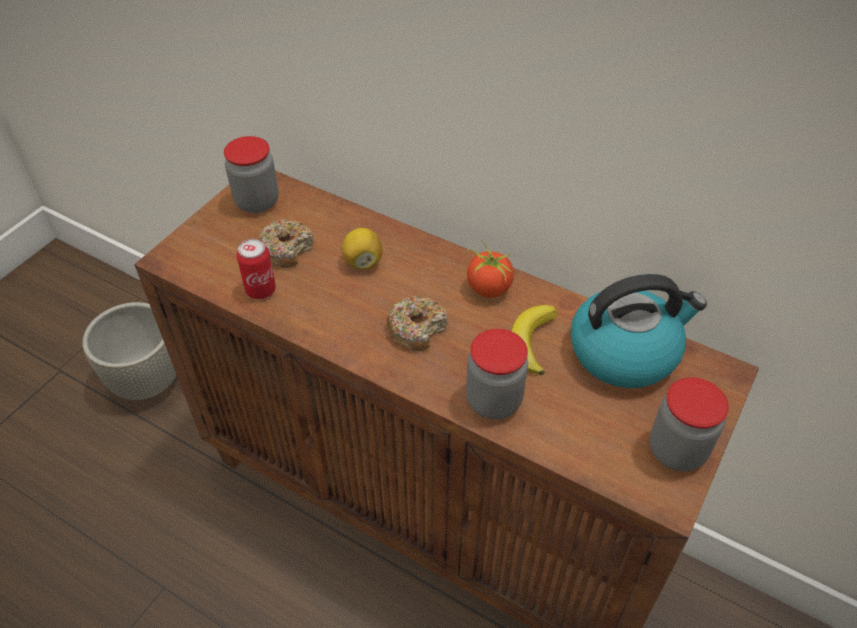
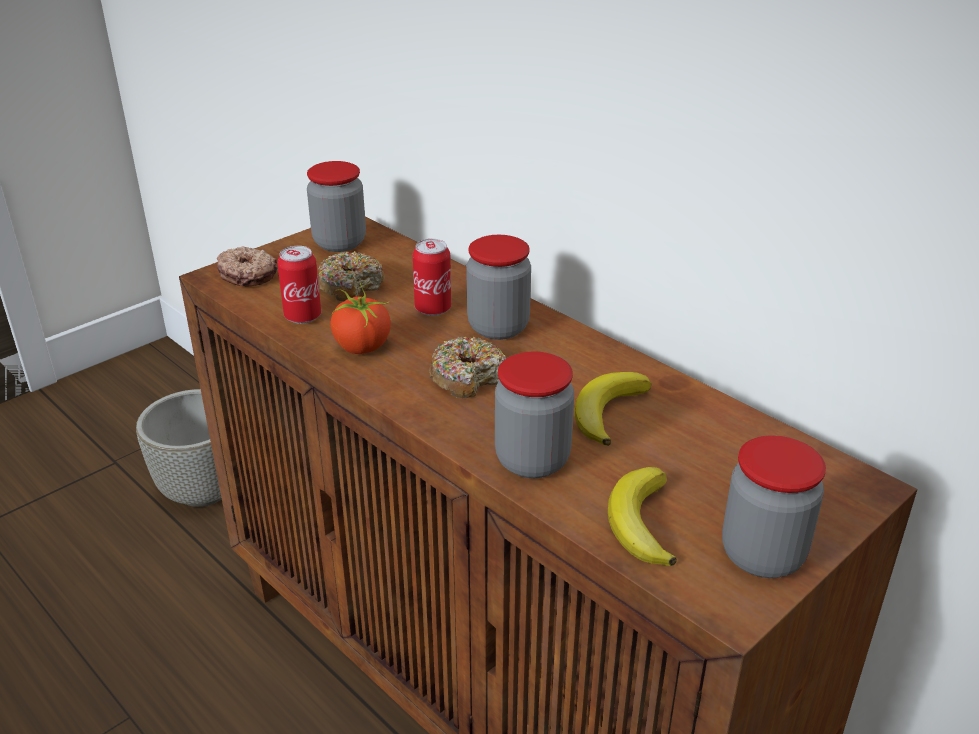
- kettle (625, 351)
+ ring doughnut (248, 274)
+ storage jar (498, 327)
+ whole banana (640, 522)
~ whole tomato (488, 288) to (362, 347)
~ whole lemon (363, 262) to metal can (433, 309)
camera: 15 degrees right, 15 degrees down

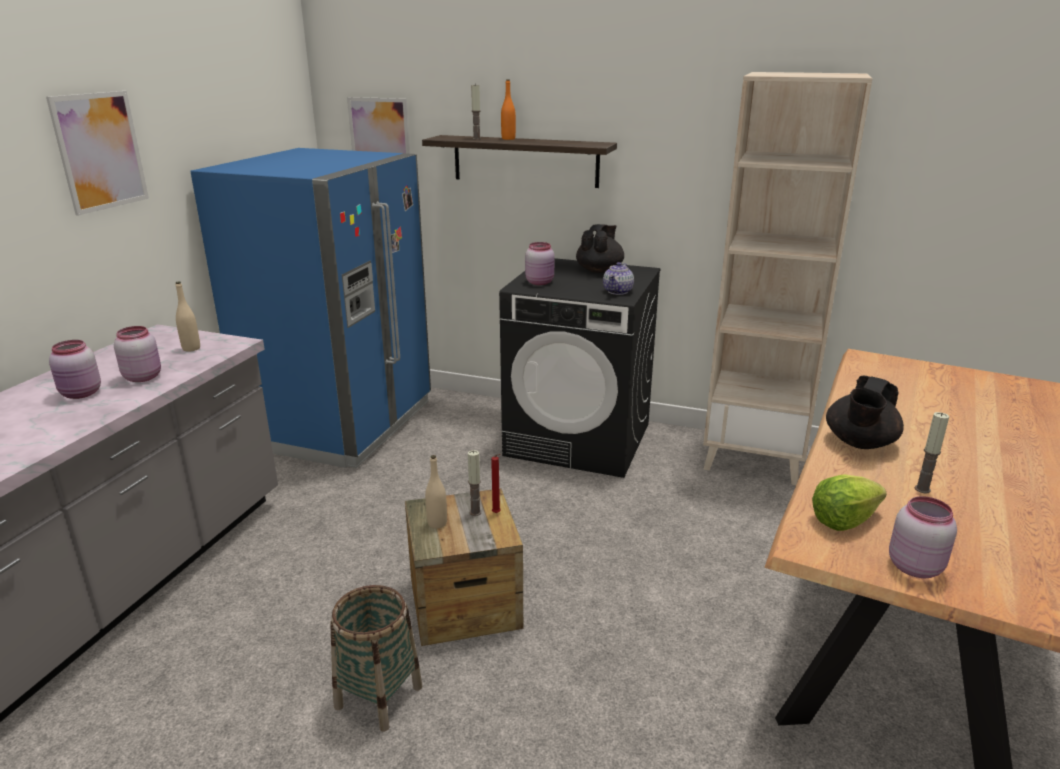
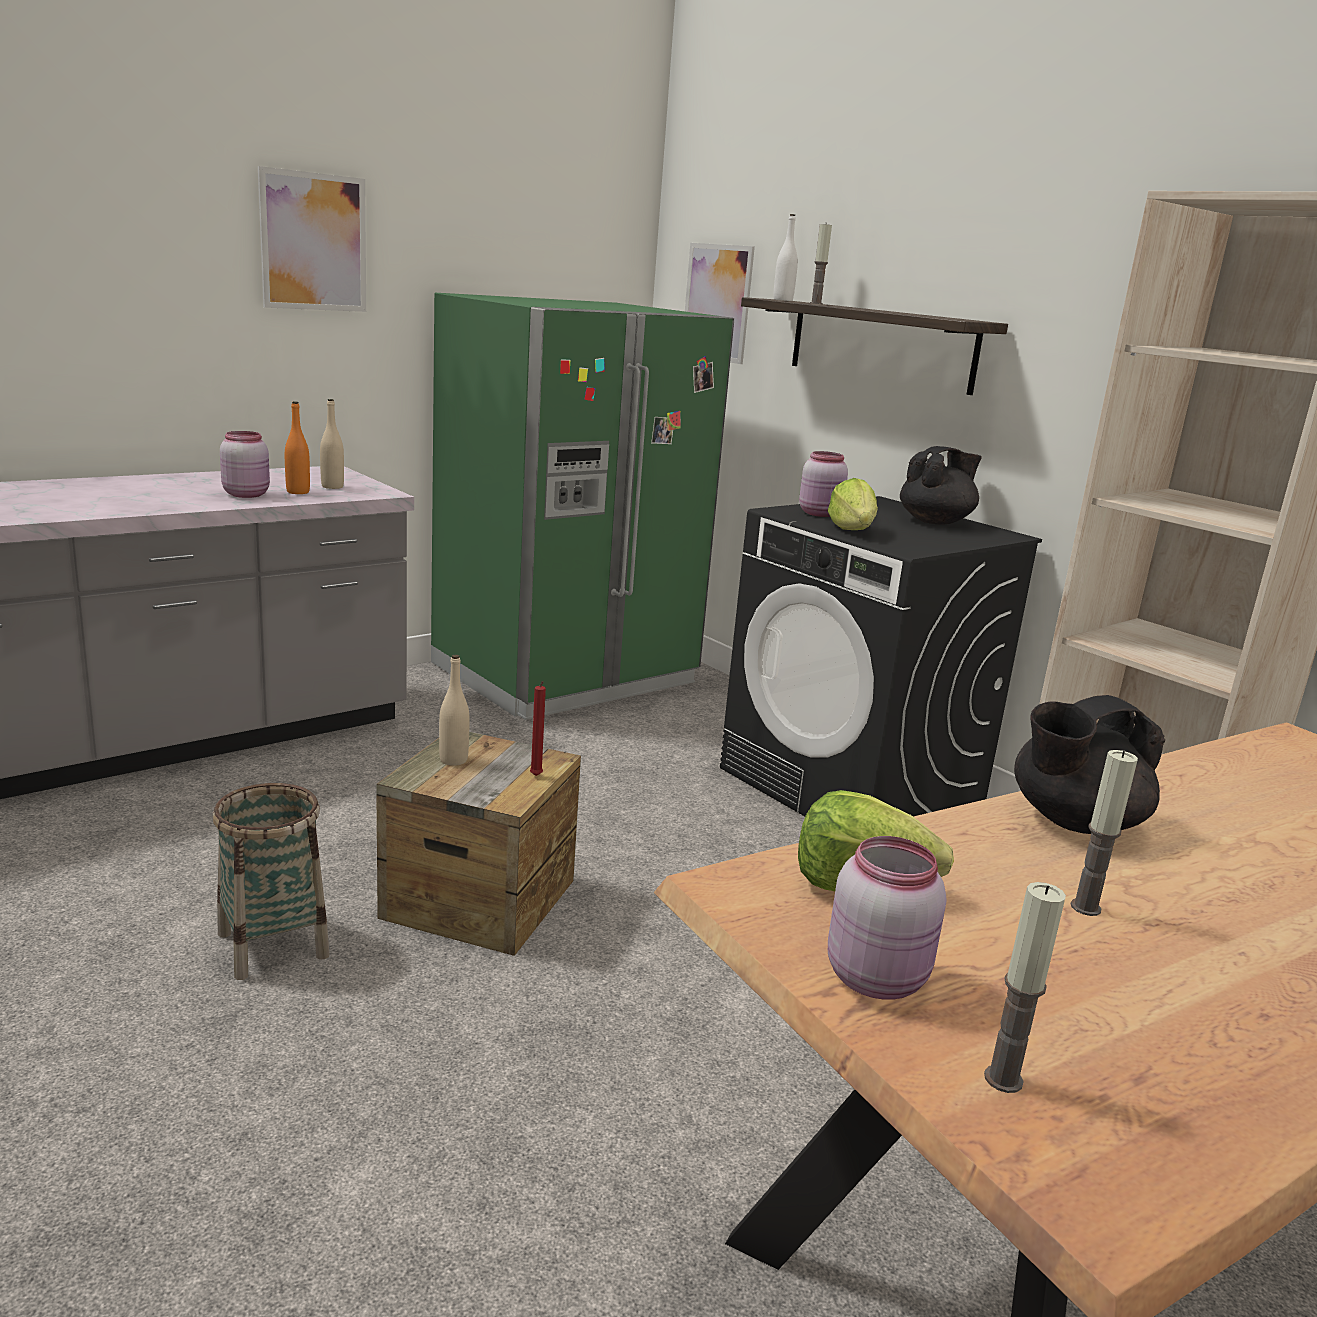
- pink-coloured storage jar (81, 394)
- pot for tea (618, 291)
+ whitish drink bottle (783, 300)
+ head of lettuce (852, 530)
~ wax candle (475, 512) to (1003, 1079)
~ orange-coloured drink bottle (508, 139) to (298, 492)
~ blue kitchen fridge (342, 424) to green kitchen fridge (565, 675)
camera: 30 degrees right, 5 degrees down

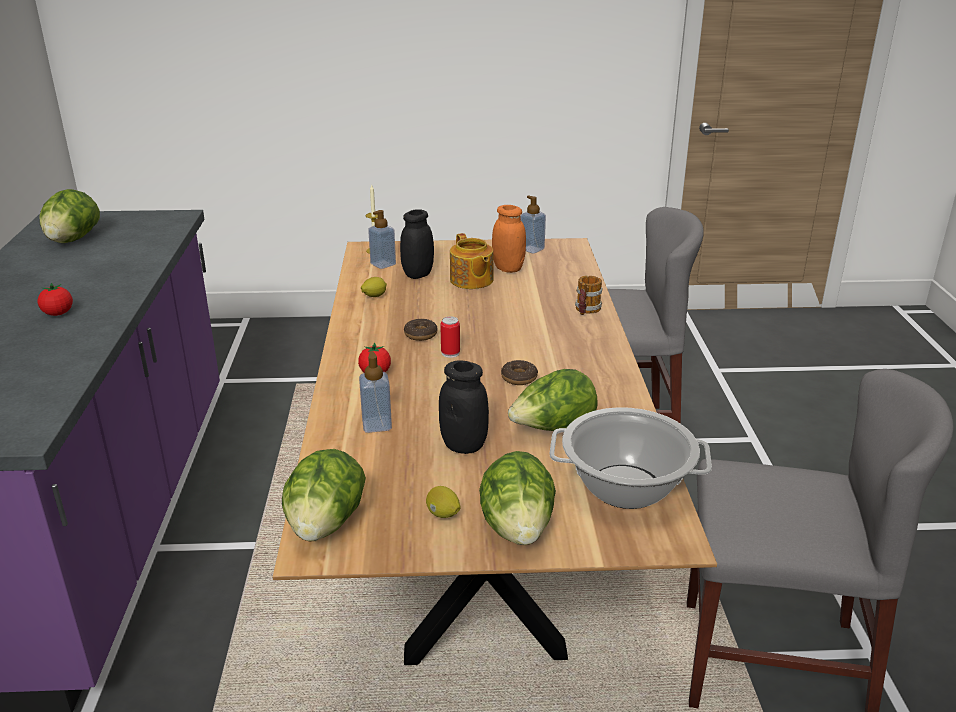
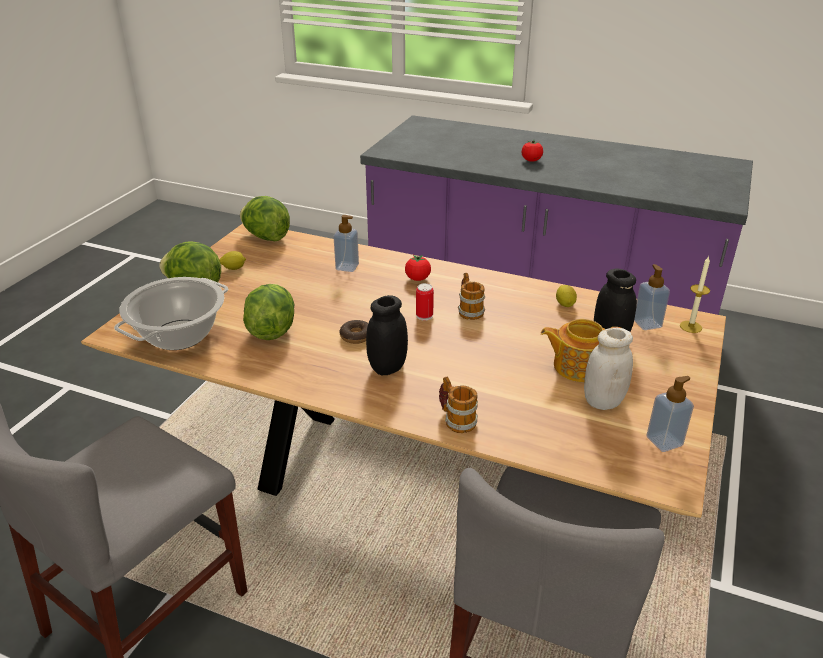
- head of lettuce (73, 240)
~ black-coloured storage jar (464, 445) to (387, 367)
~ ring doughnut (420, 334) to coffee mug (469, 310)
~ orange-coloured storage jar (508, 268) to whitish storage jar (603, 401)
camera: 115 degrees right, 5 degrees up

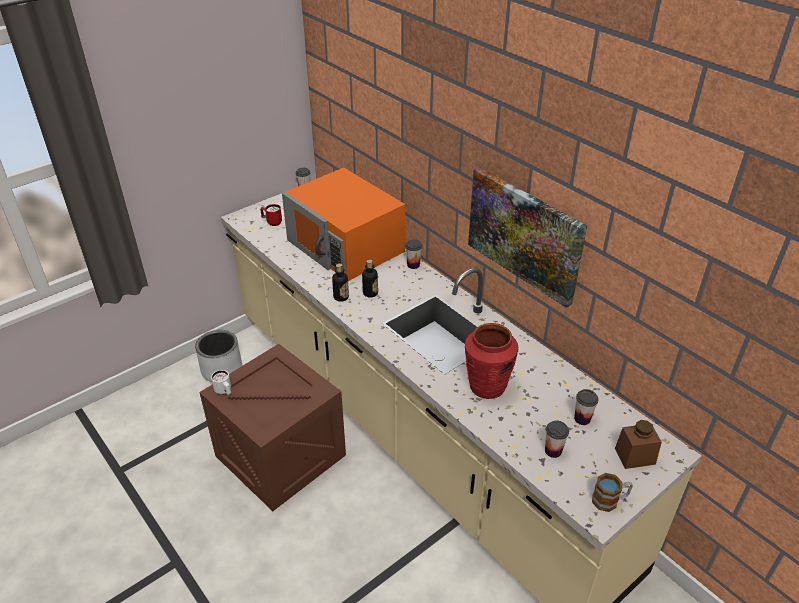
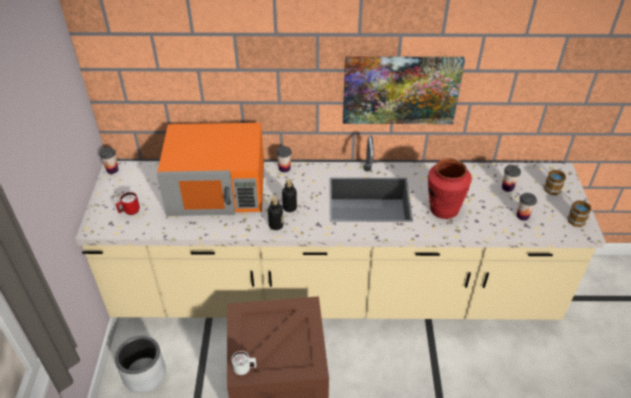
~ brown-coloured storage jar (634, 456) to coffee mug (553, 187)
camera: 50 degrees left, 5 degrees up

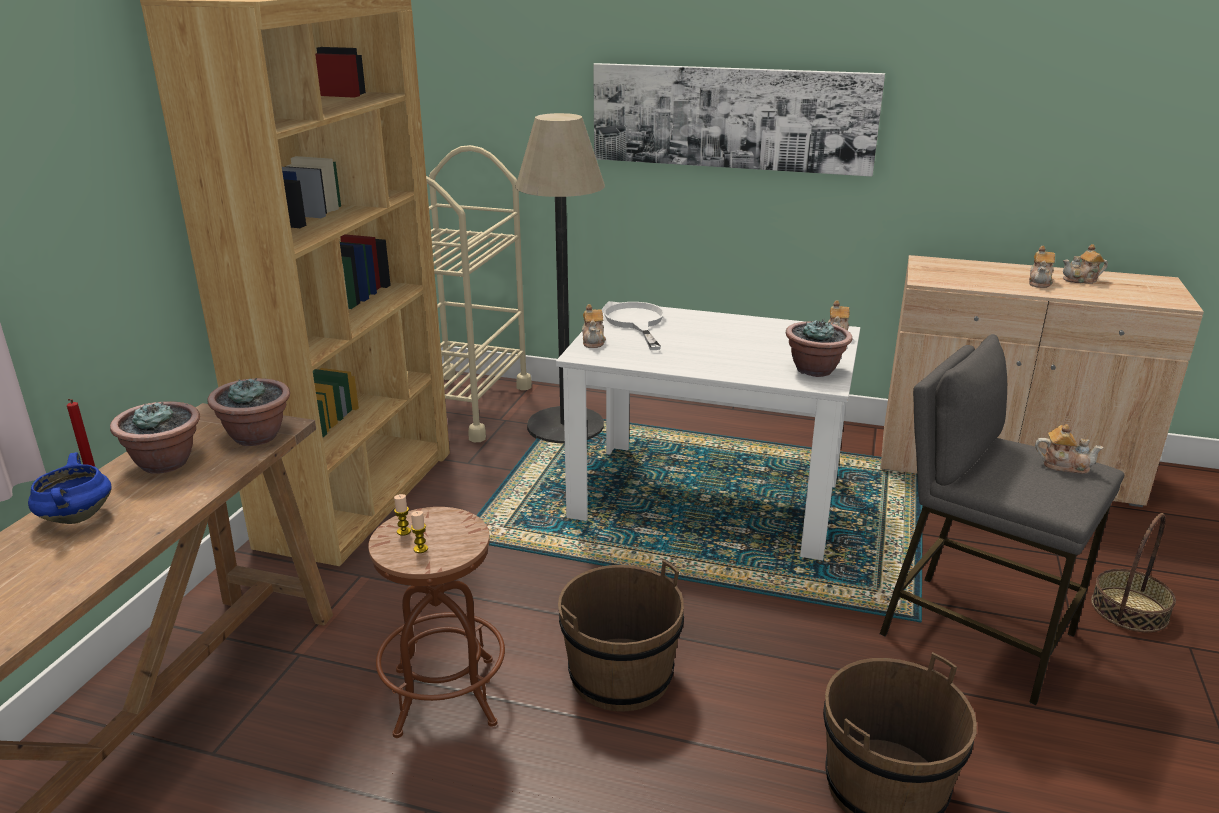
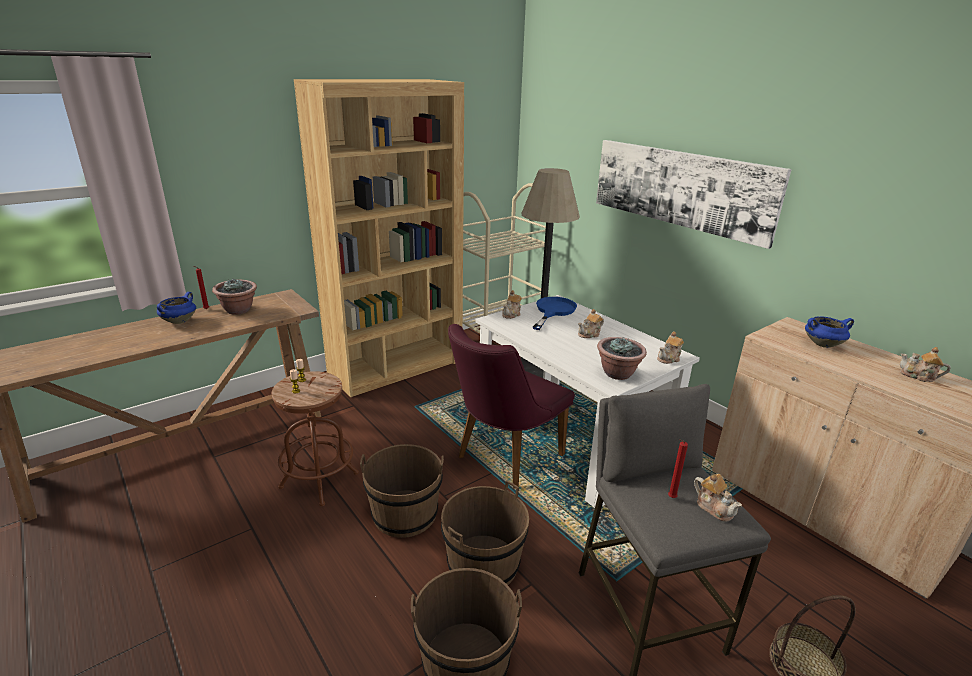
- houseplant (257, 436)
+ brown-coloured water bucket (483, 564)
+ purple plain chair (502, 459)
+ red-coloured wax candle (670, 498)
+ blue saucepot (823, 344)
~ pot for tea (1040, 282) to (590, 334)
~ whitish pan (636, 323) to blue pan (553, 311)
camera: 35 degrees right, 0 degrees up

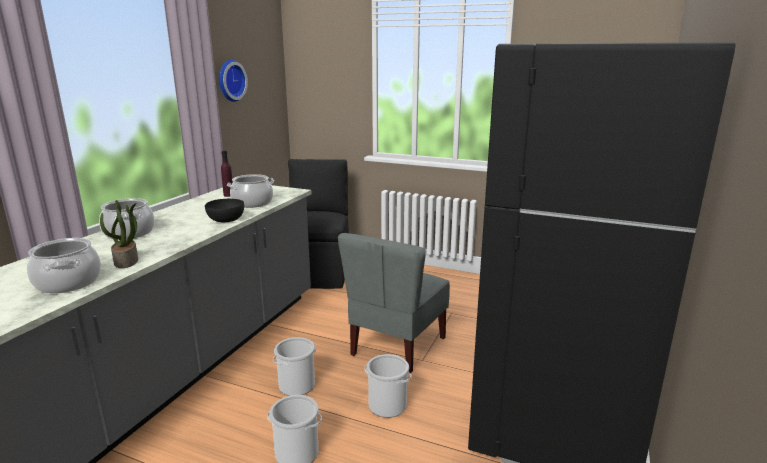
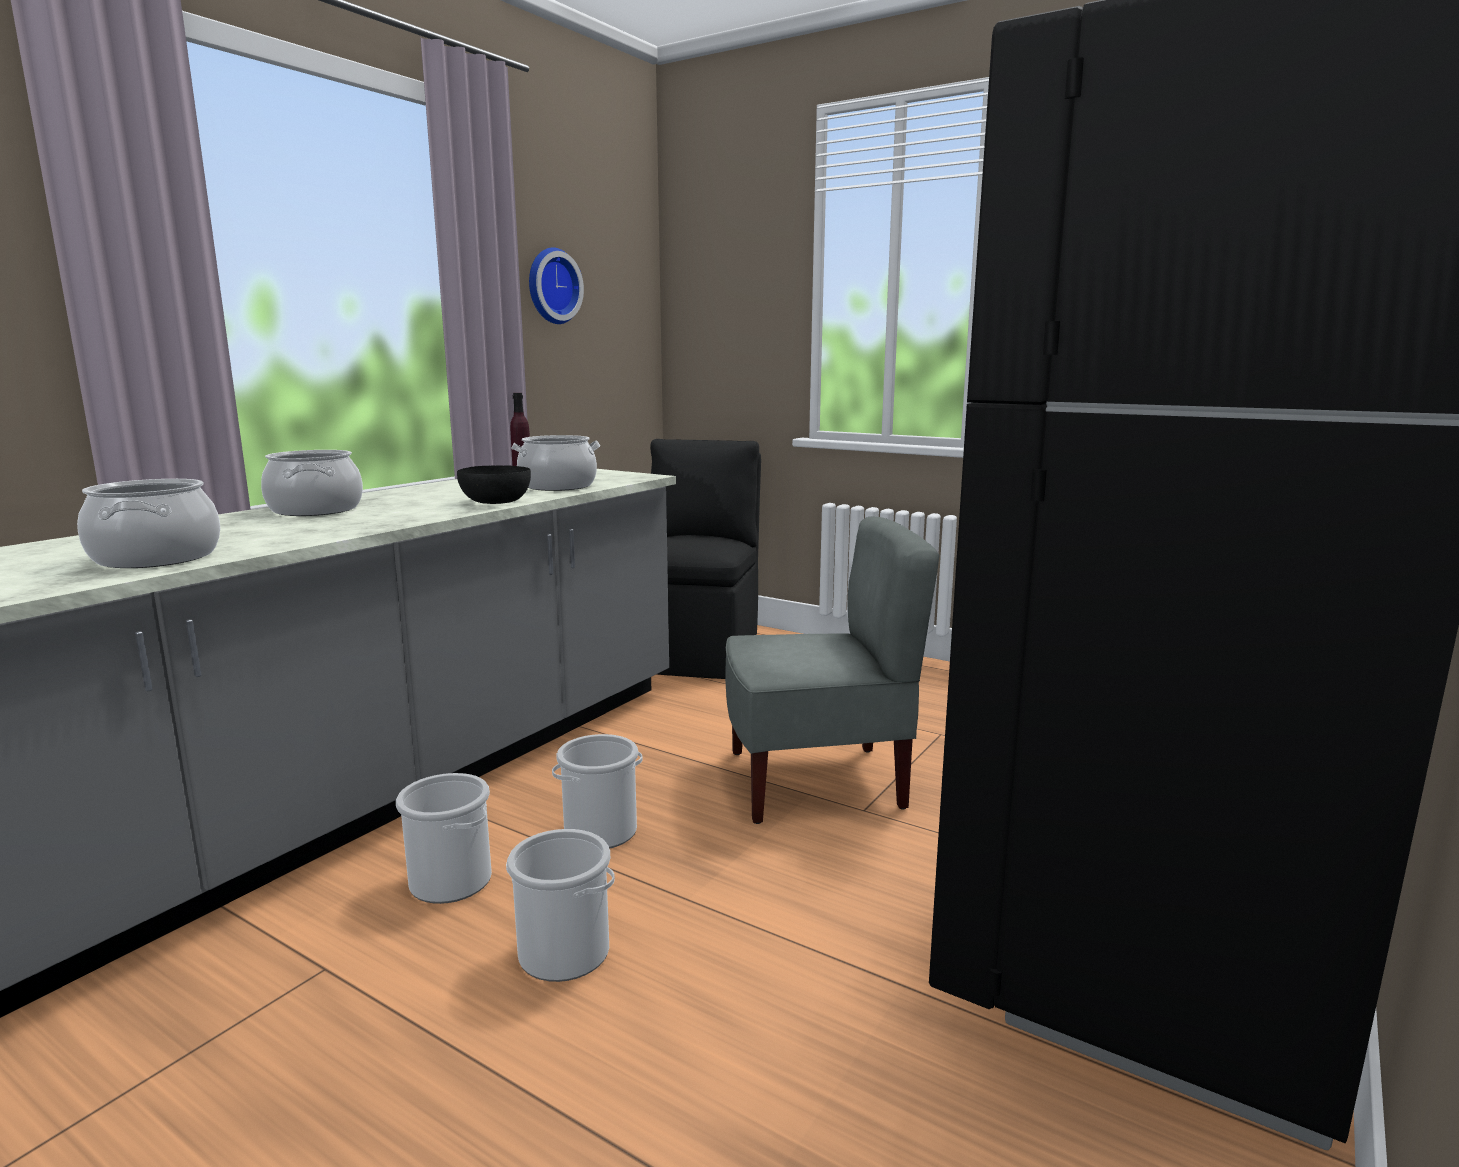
- houseplant (127, 261)
~ water bucket (387, 406) to (449, 881)
~ greyish plain chair (397, 346) = (816, 782) 135 degrees counterclockwise
camera: 10 degrees right, 5 degrees down

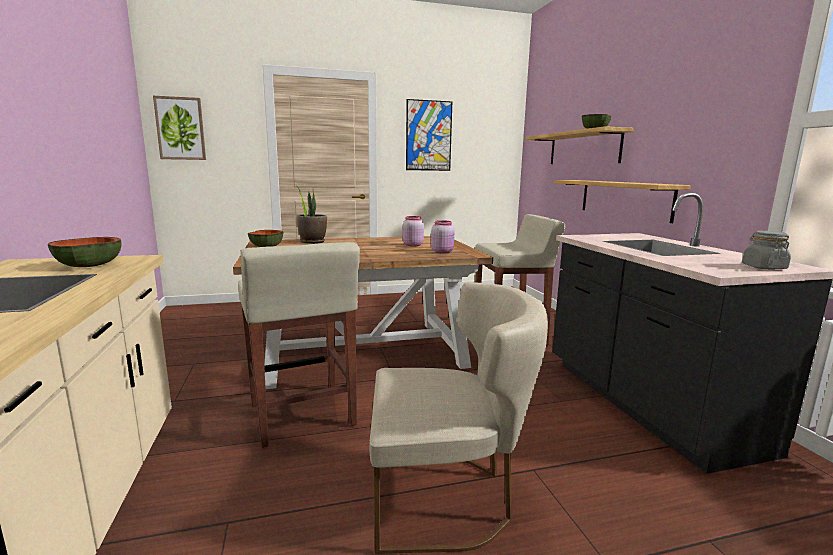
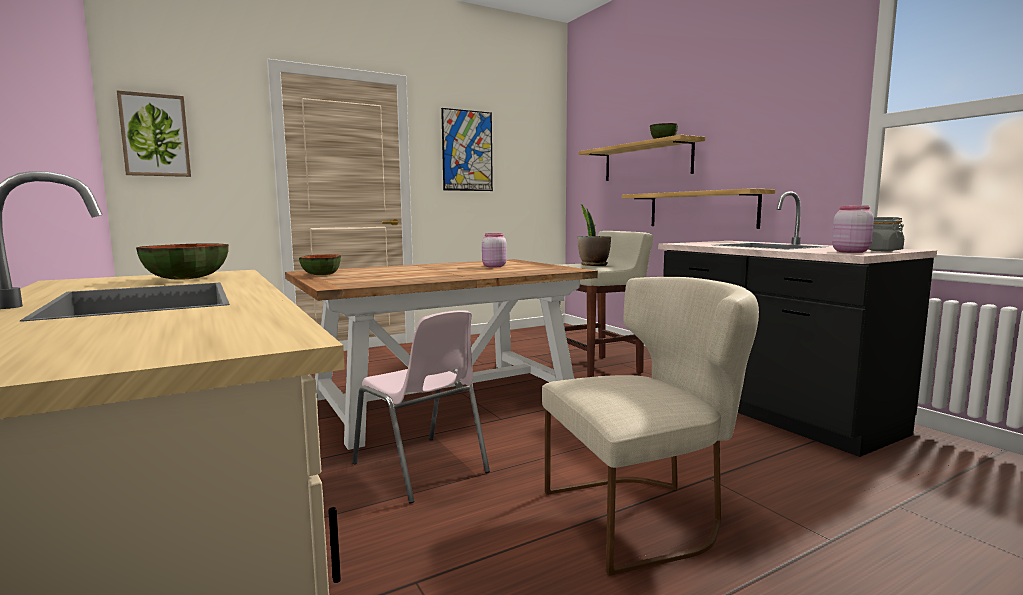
~ houseplant (312, 242) to (593, 265)
~ pink-coloured storage jar (442, 252) to (850, 252)
~ beige sitting stool (302, 416) to pink-coloured plain chair (421, 468)
camera: 15 degrees left, 5 degrees down

